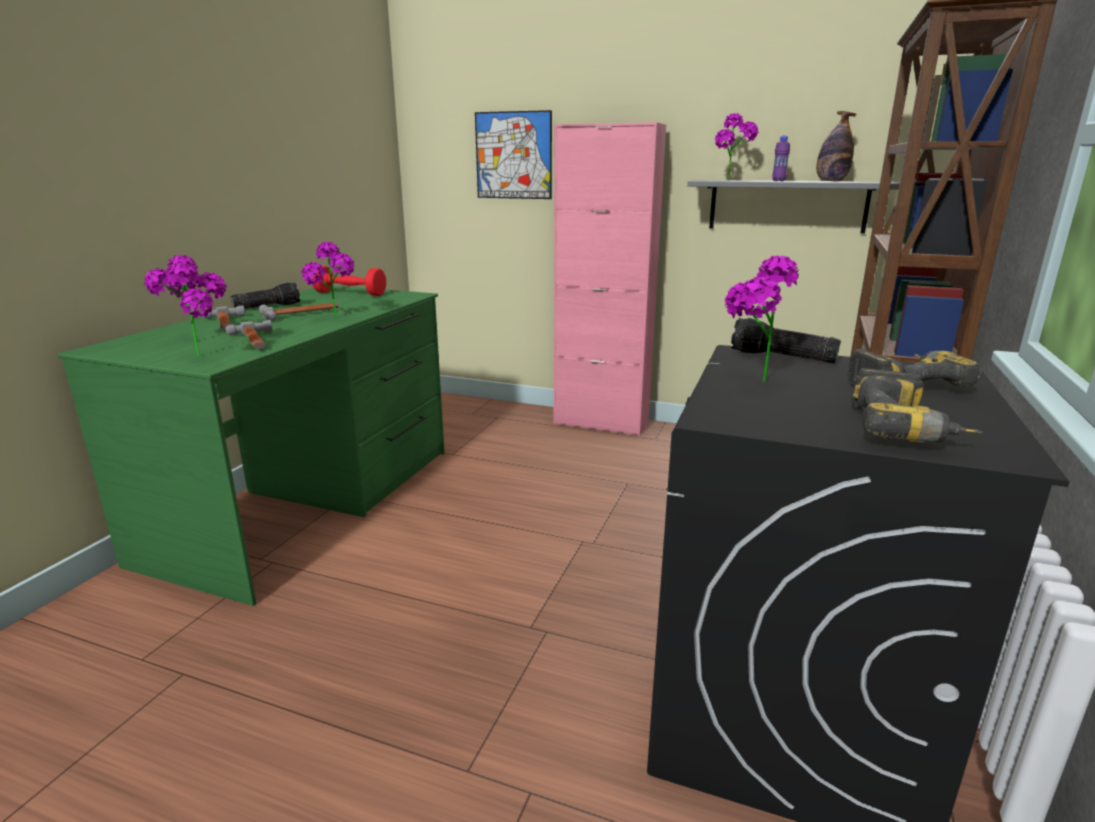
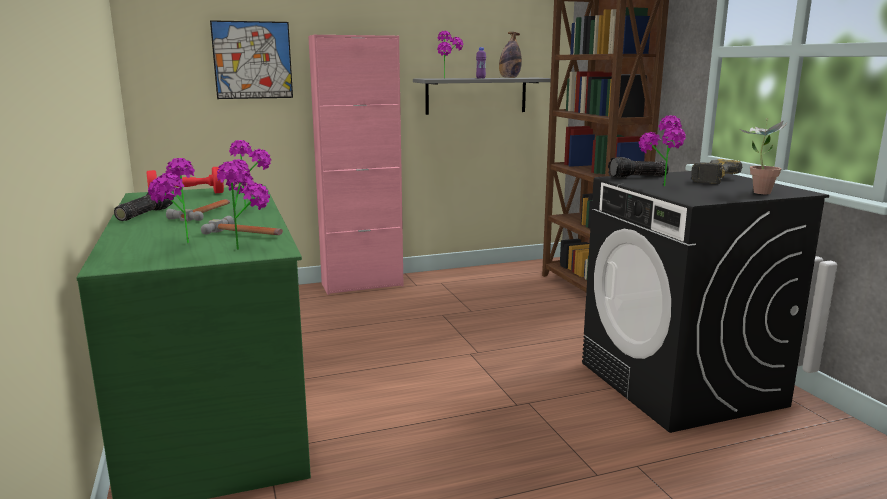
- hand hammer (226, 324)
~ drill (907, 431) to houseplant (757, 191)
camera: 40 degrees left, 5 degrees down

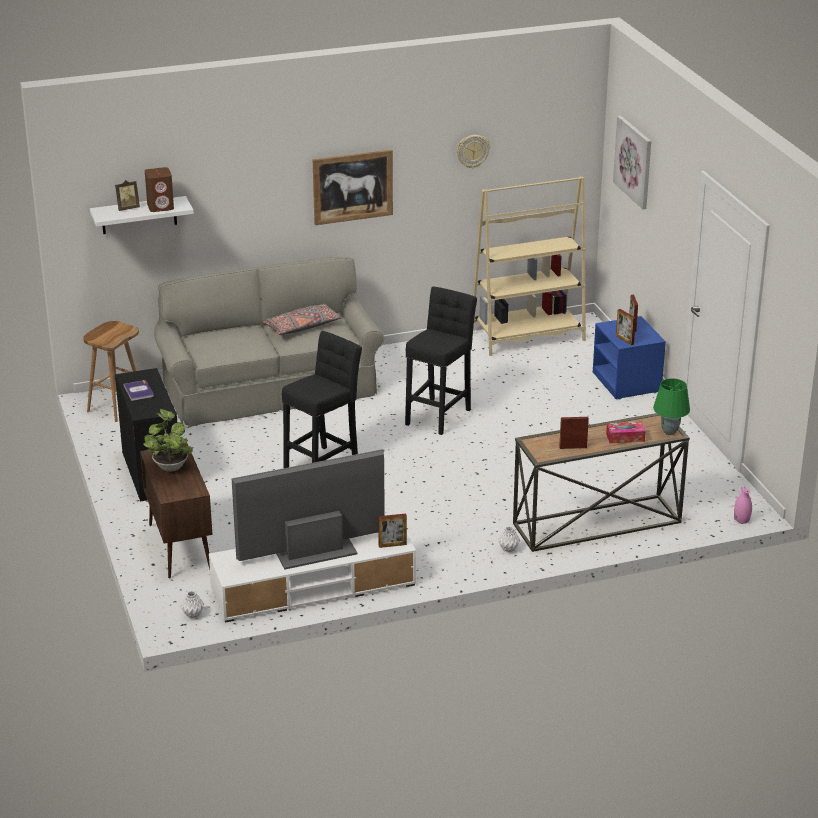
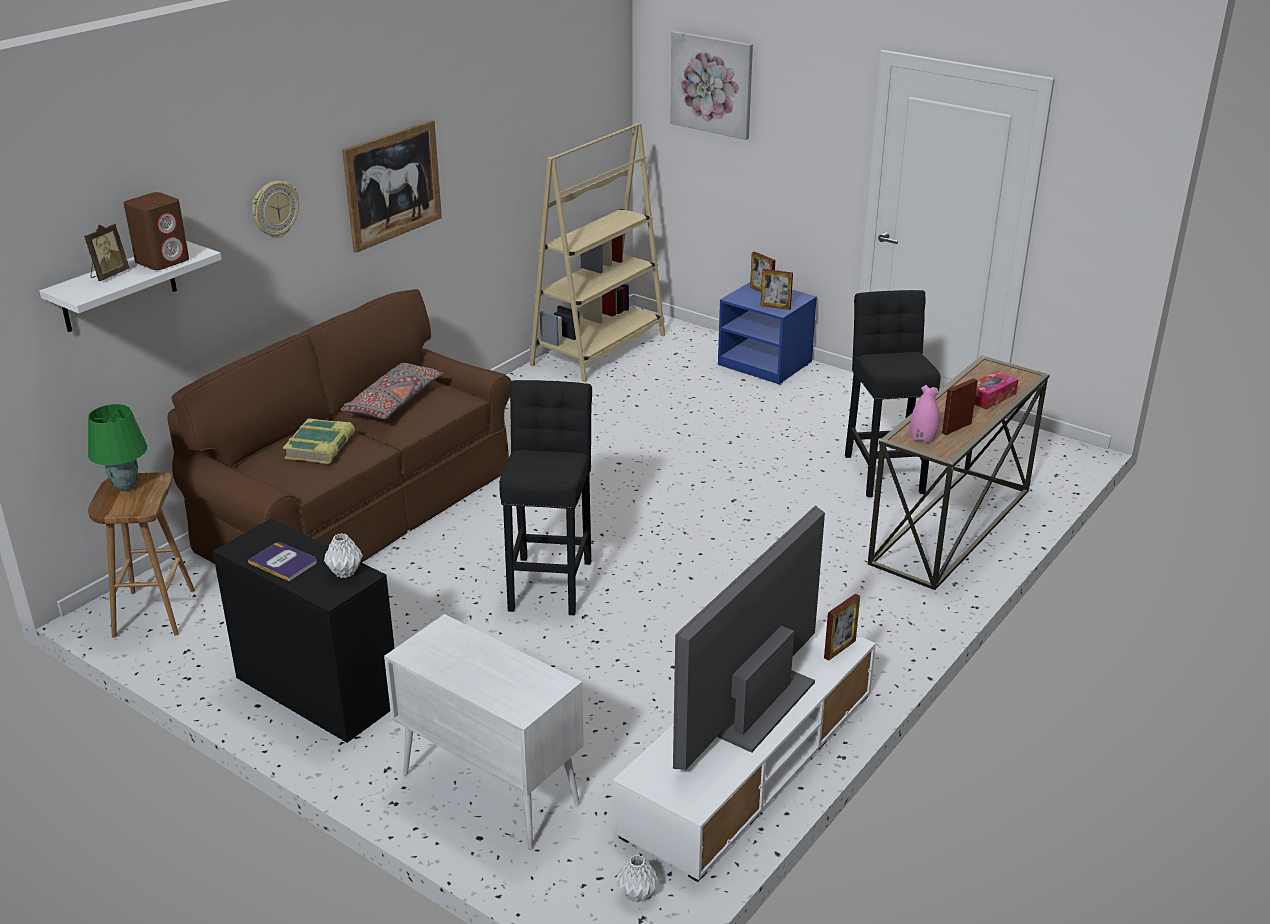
- houseplant (170, 465)
+ bound book (321, 447)
~ black-coloured sitting stool (439, 415) to (884, 471)
~ hanging clock (472, 151) to (274, 209)
~ whitish flower vase (508, 549) to (344, 573)
~ green lamp for a table (669, 431) to (125, 486)
~ pink-coloured flower vase (741, 520) to (922, 438)
~ brown-coloured cabinet (179, 547) to whitish cabinet (488, 789)
~ greyish settee (269, 388) to brown-coloured settee (359, 509)
camera: 35 degrees left, 0 degrees up

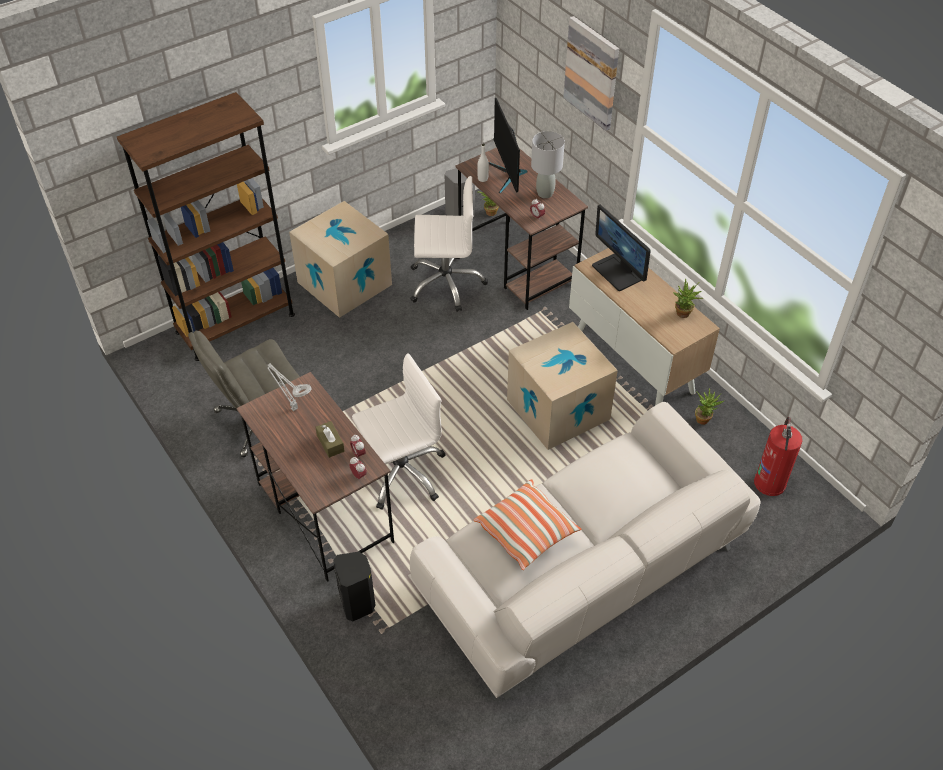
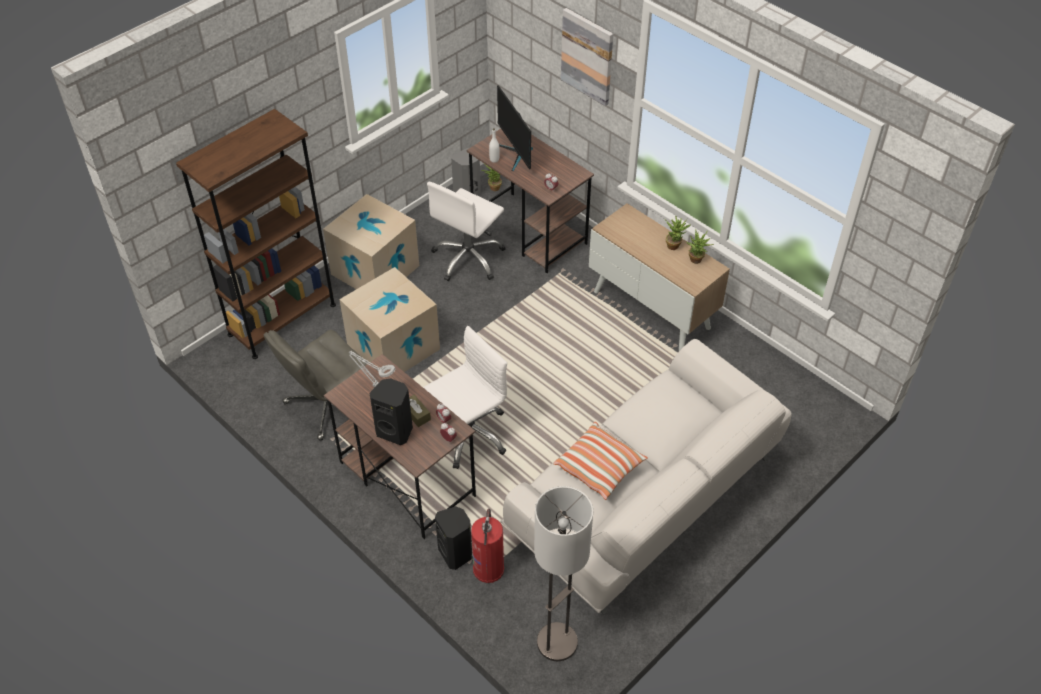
- greyish lamp for a table (545, 193)
- computer display (617, 272)
+ black-coloured audio speaker (395, 431)
+ standard lamp (557, 642)
~ carton (558, 409) to (393, 346)
~ houseplant (704, 418) to (674, 245)
~ fire-fighting cylinder (770, 482) to (488, 568)
~ whitish computer chair (446, 283) = (468, 258) 135 degrees clockwise
camera: 10 degrees left, 0 degrees up

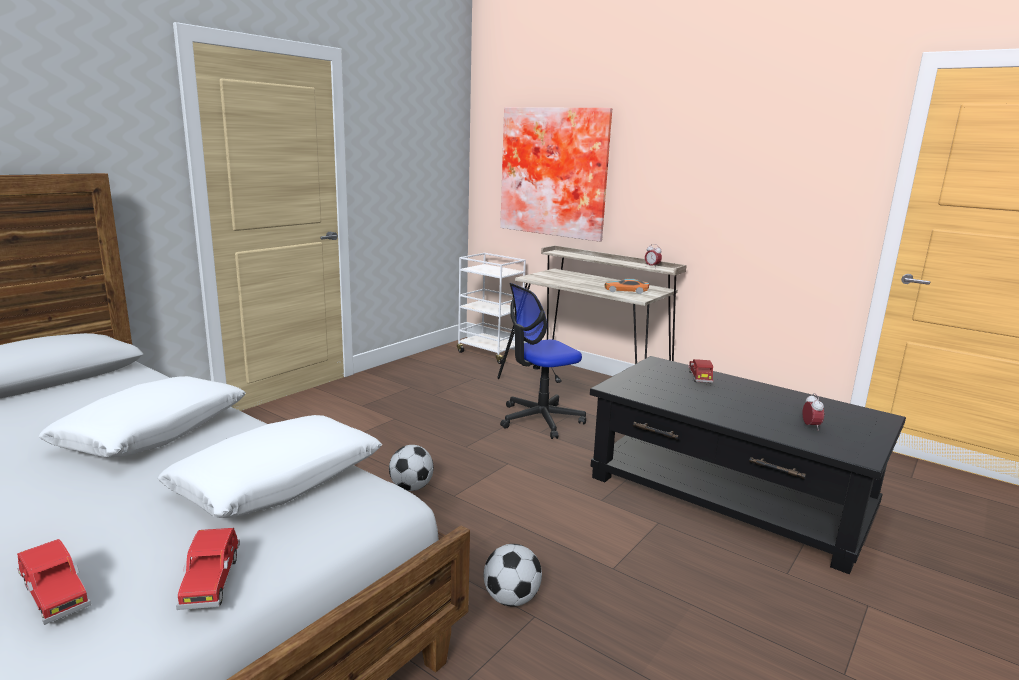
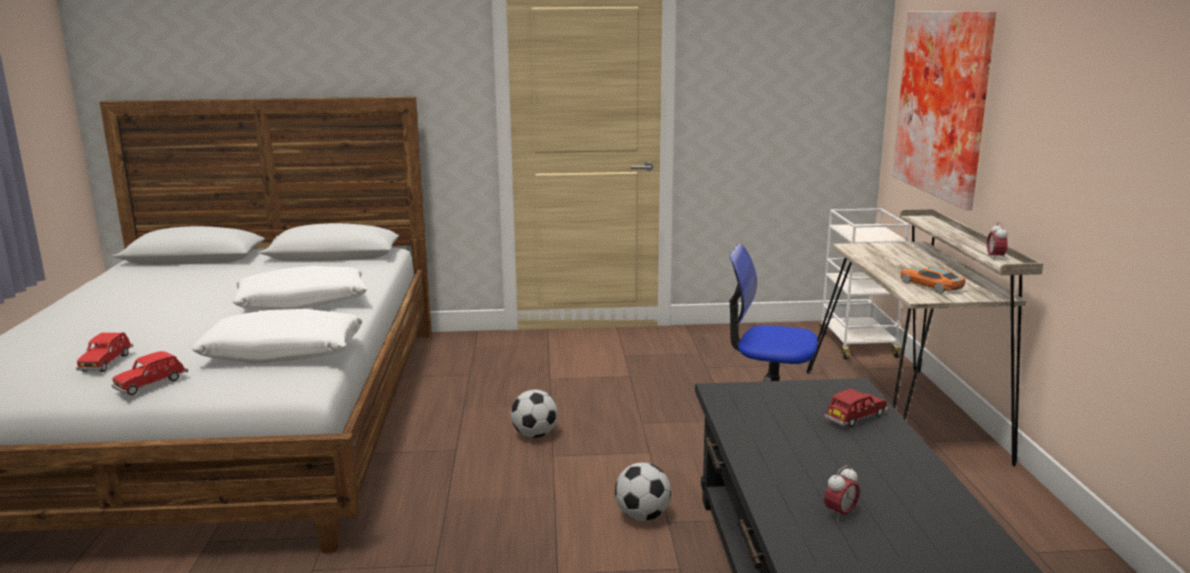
~ football (512, 599) to (643, 516)
camera: 50 degrees right, 0 degrees up

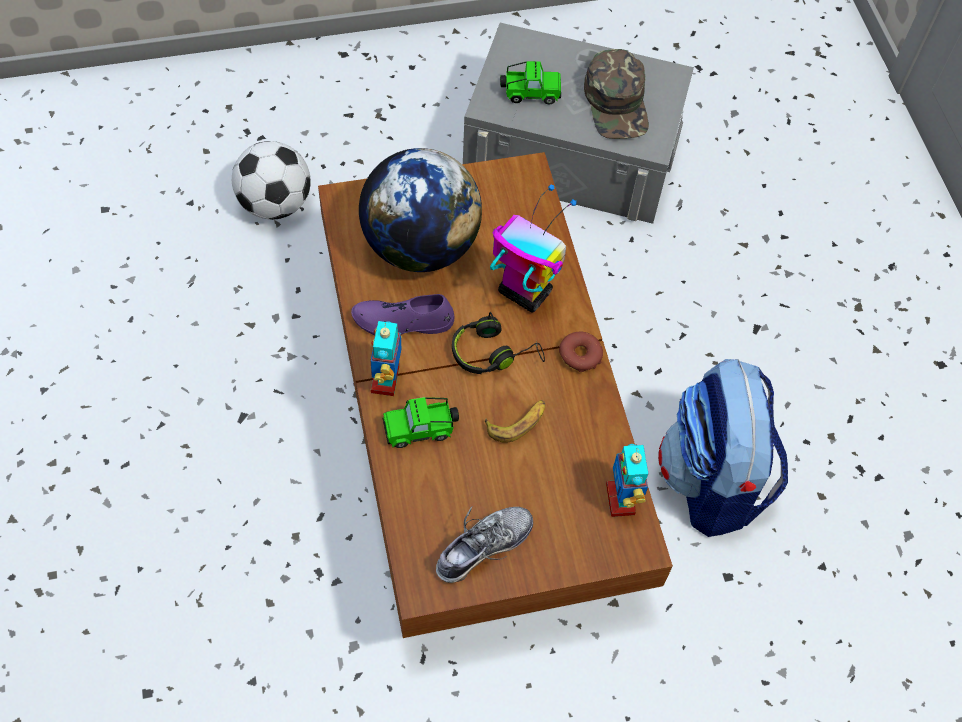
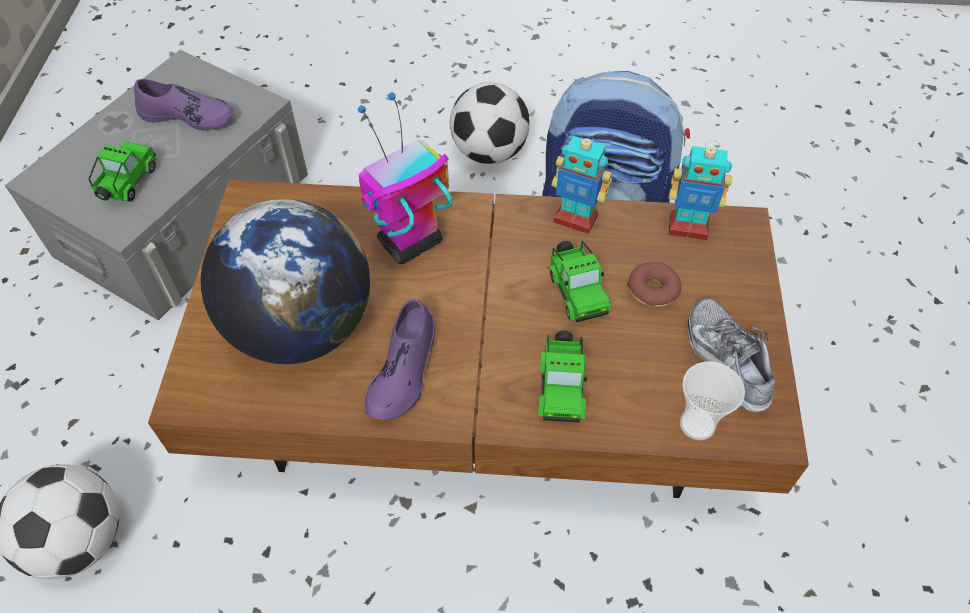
- black-coloured headset (493, 352)
+ football (489, 152)
+ small cup (697, 424)
~ robot figure (386, 380) to (575, 218)
~ ring doughnut (580, 355) to (652, 290)
~ whole banana (517, 422) to model car (576, 291)
~ green cap (617, 103) to purple shoe (188, 116)
camera: 70 degrees left, 5 degrees down

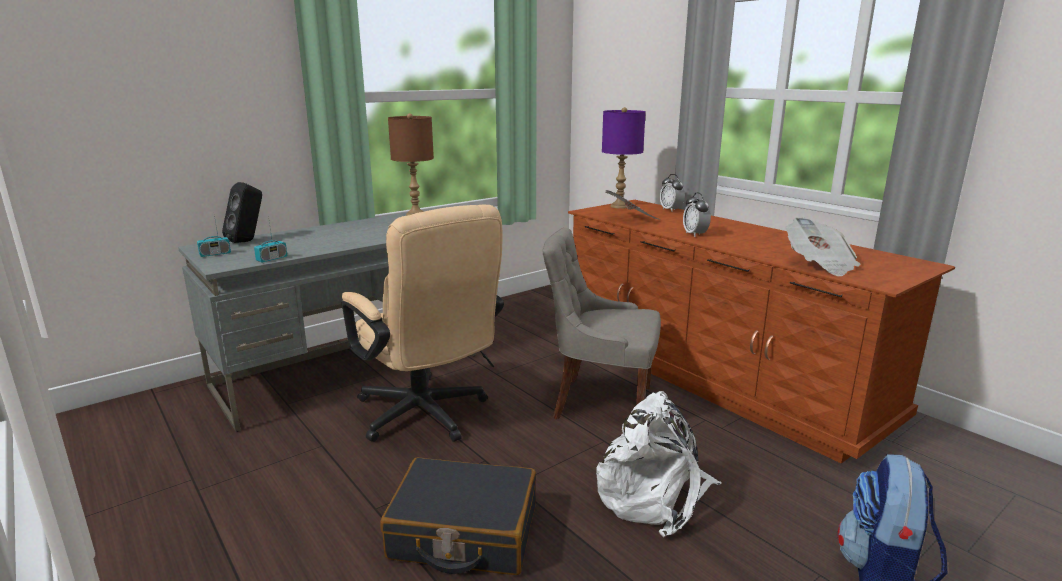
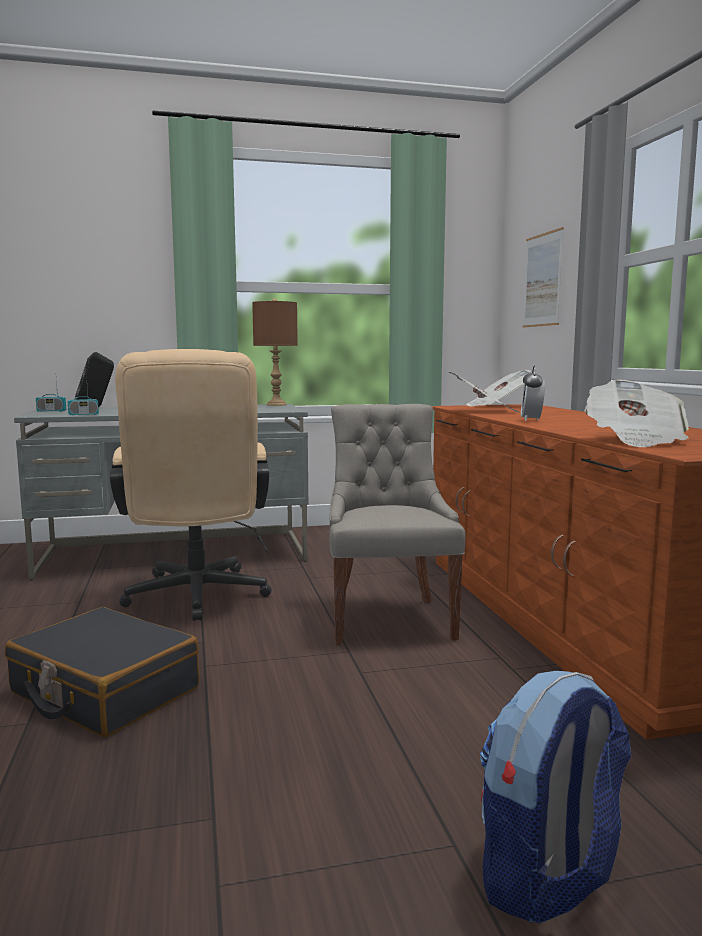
- whitish rucksack (654, 495)
- table clock (671, 210)
+ wall picture (542, 280)
~ purple lamp for a table (619, 206) to printed paper (498, 406)
~ greyish plain chair (600, 402) = (389, 619) 45 degrees clockwise
camera: 25 degrees right, 10 degrees down

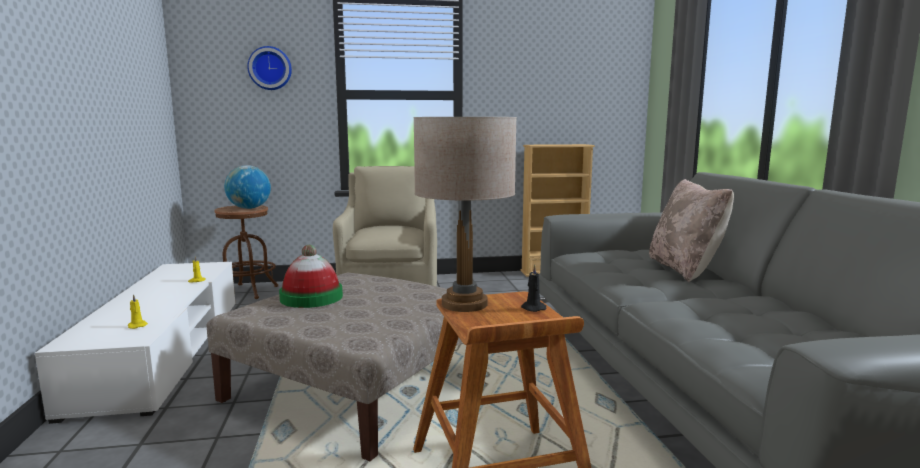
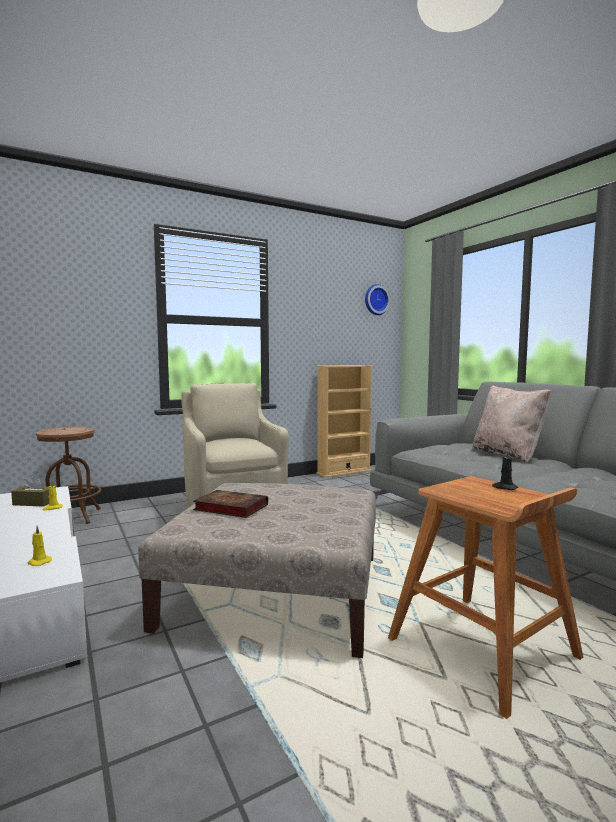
- world globe (249, 208)
- beige lamp for a table (464, 304)
+ brown-coloured tissue box (34, 503)
~ hanging clock (270, 68) to (375, 300)
~ wearable hat (311, 297) to bound book (229, 508)
camera: 20 degrees left, 5 degrees down

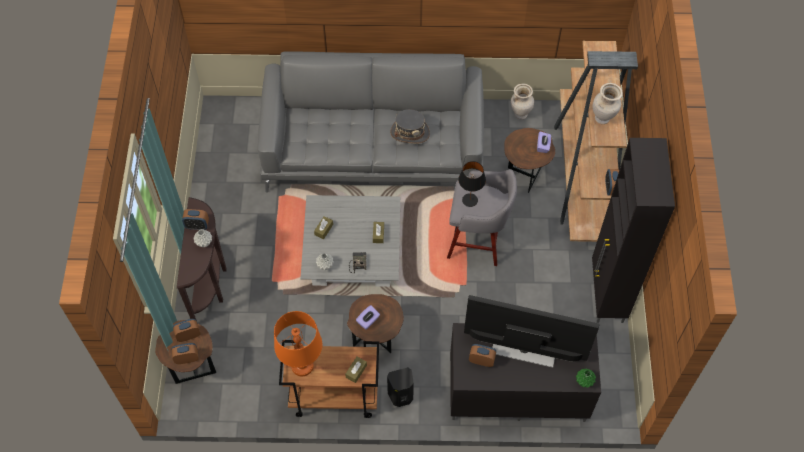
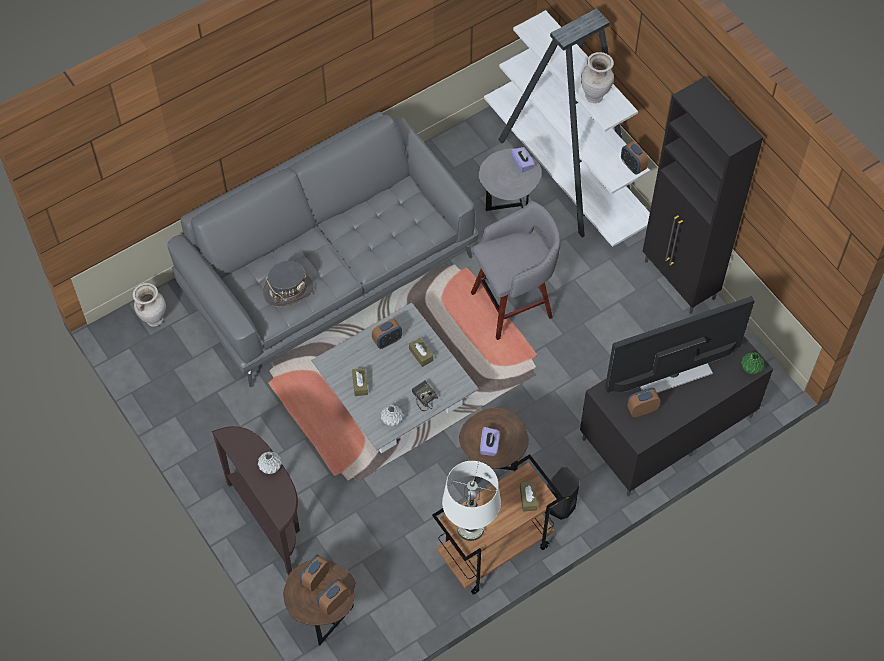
- black-coloured lamp for a table (470, 200)
~ table clock (197, 226) to (387, 341)
~ greyish wearable hat (410, 132) to (288, 290)
~ beige flower vase (520, 114) to (154, 319)
~ orange-coloured lamp for a table (302, 366) to whitish lamp for a table (470, 528)
~ brown-coloured side table (524, 175) to greyish side table (508, 208)
~ brown-coloured bookshelf (583, 176) to whitish bookshelf (566, 175)
camera: 35 degrees left, 0 degrees up

